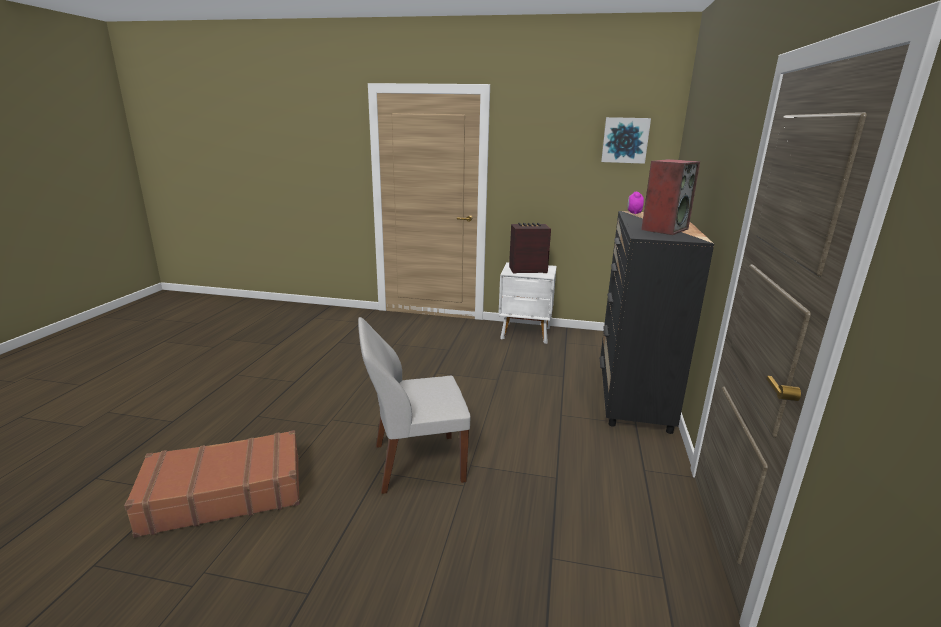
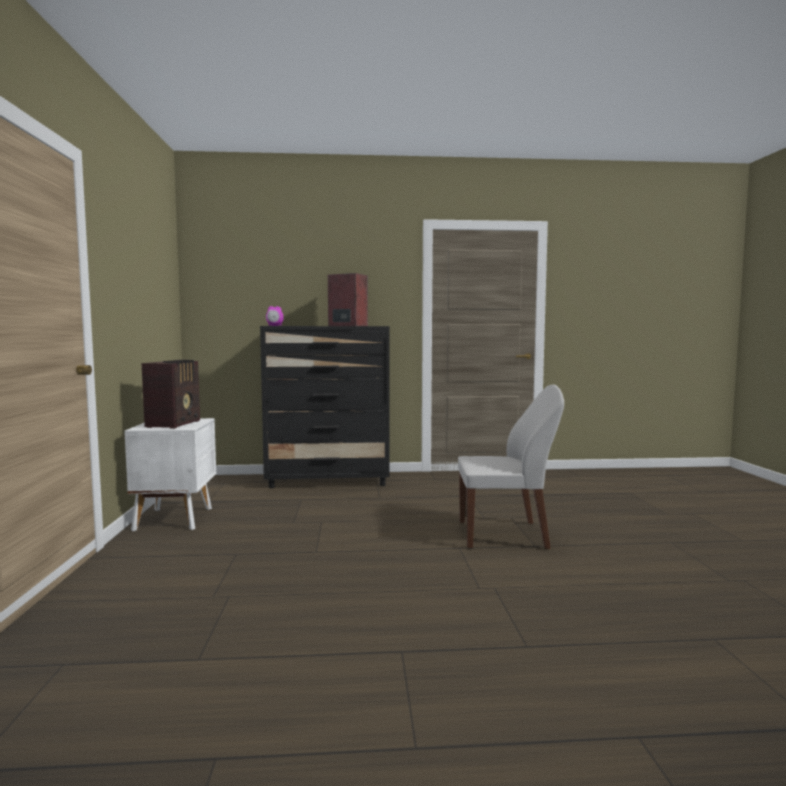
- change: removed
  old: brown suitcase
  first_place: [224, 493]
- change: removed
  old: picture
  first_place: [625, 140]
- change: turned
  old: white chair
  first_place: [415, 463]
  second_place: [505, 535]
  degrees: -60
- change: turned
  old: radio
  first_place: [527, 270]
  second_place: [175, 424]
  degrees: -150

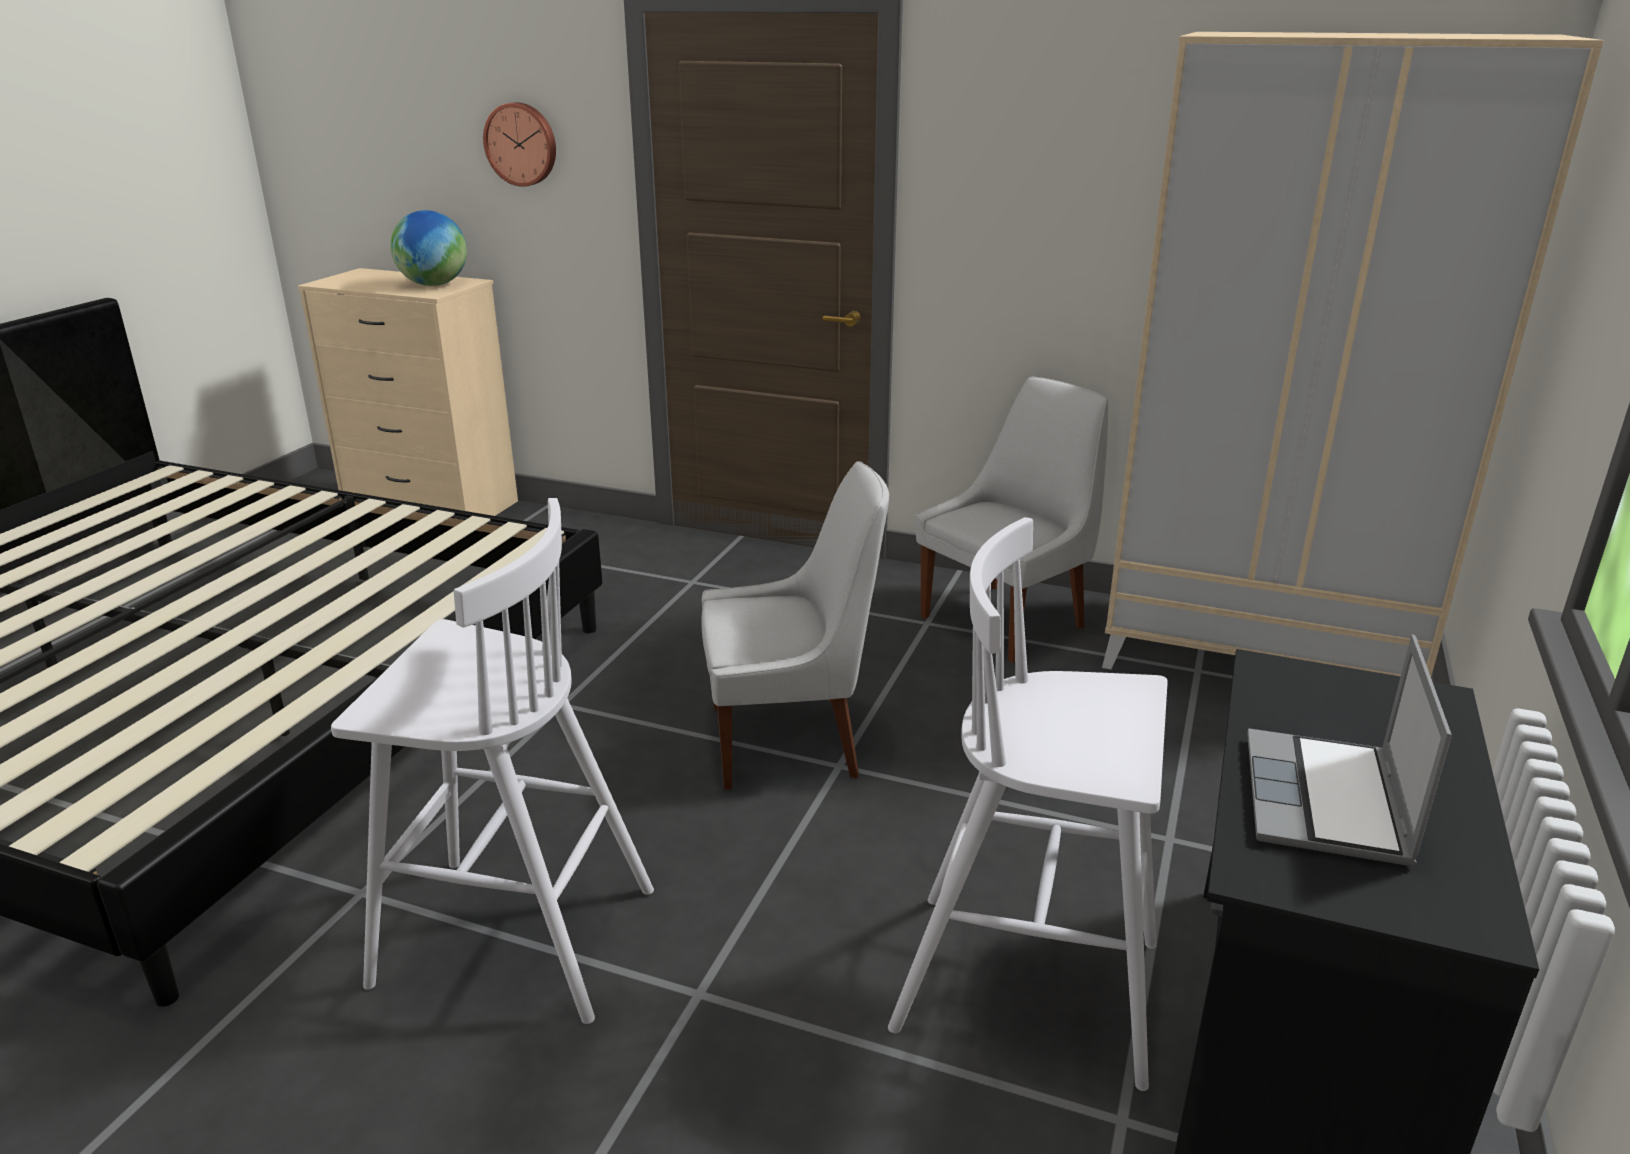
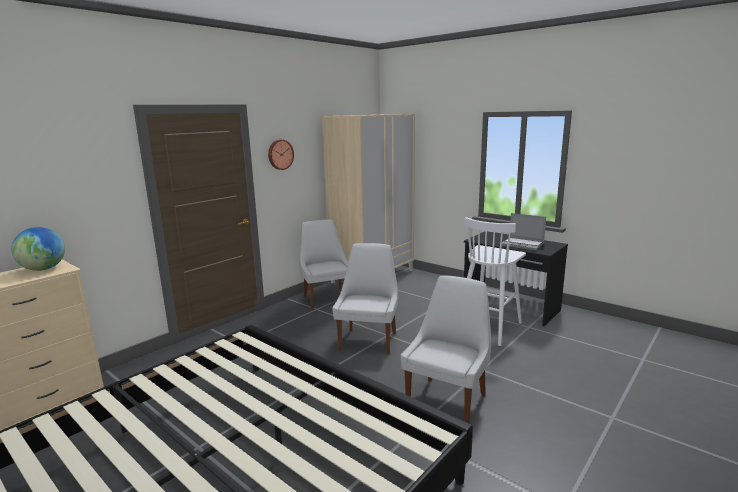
- change: moved
  old: wall clock
  first_place: [522, 144]
  second_place: [280, 154]
- change: replaced
  old: white stool
  new: white chair
  first_place: [510, 936]
  second_place: [448, 399]

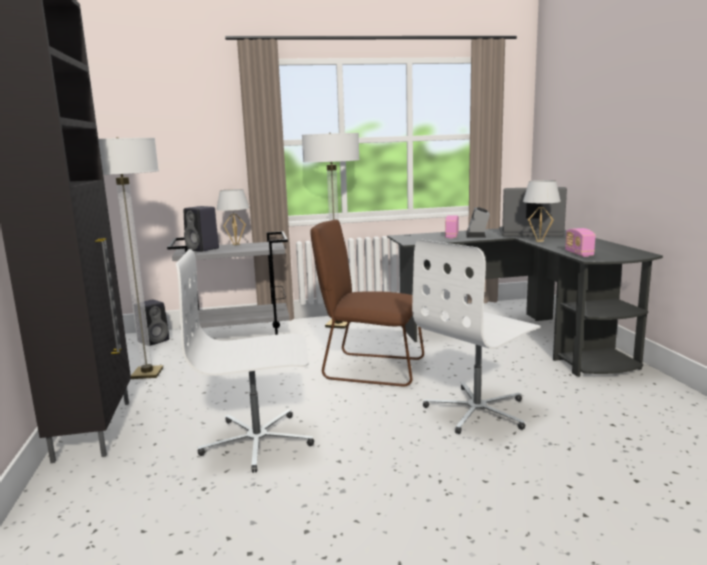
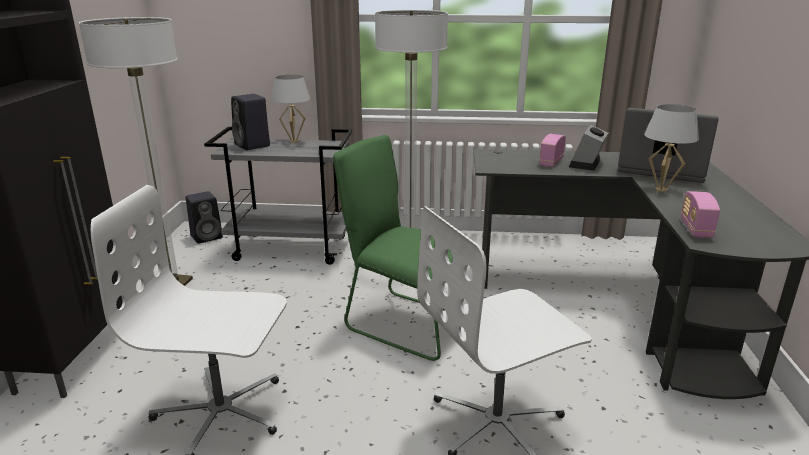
- change: recoloured
  old: brown chair
  new: green chair
  first_place: [369, 368]
  second_place: [406, 322]

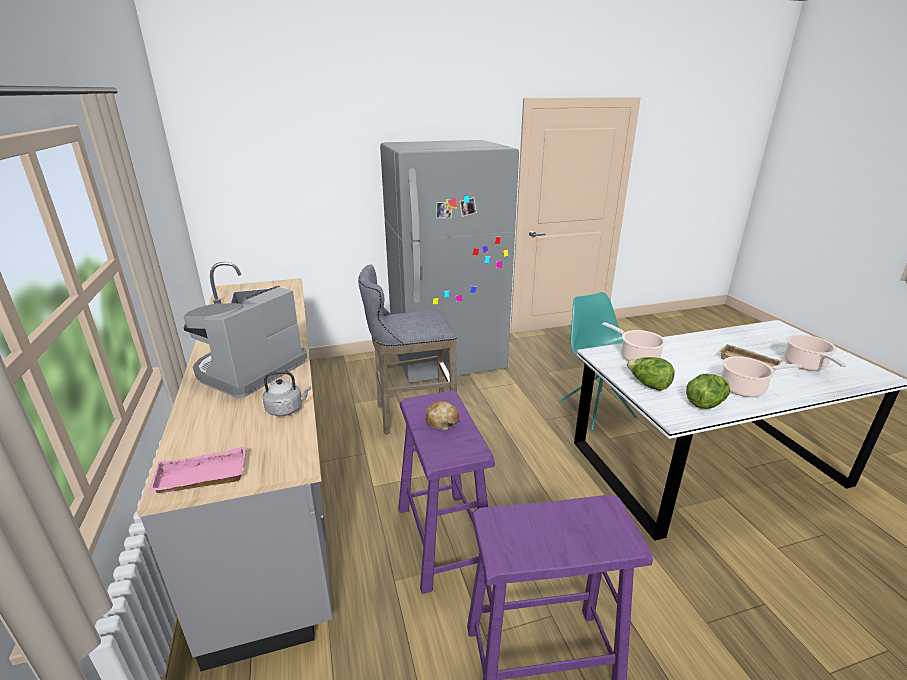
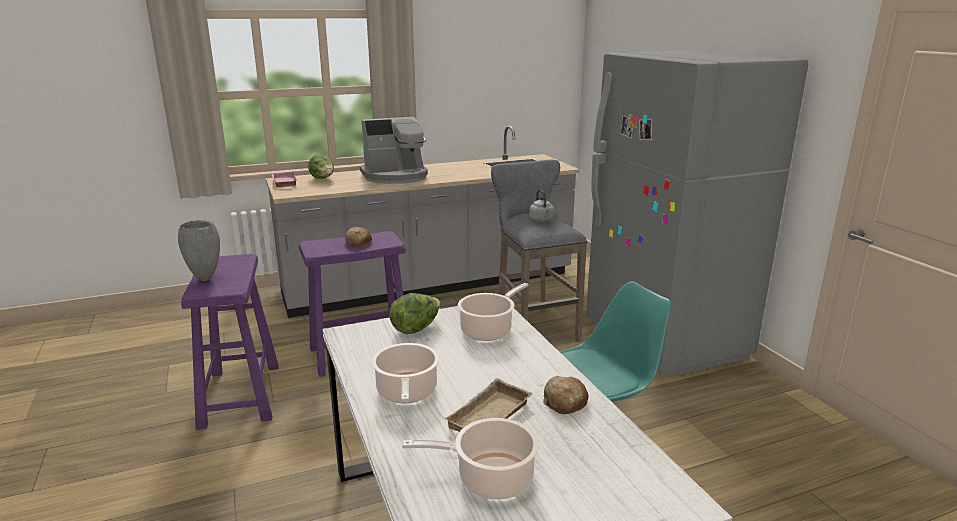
- change: added
  new: grey vase
  second_place: [206, 279]
- change: added
  new: bread
  second_place: [565, 402]
- change: moved
  old: grey kettle
  first_place: [287, 409]
  second_place: [542, 220]
- change: moved
  old: lettuce
  first_place: [705, 403]
  second_place: [323, 179]
- change: turned
  old: coffee machine
  first_place: [249, 370]
  second_place: [395, 176]
  degrees: 135

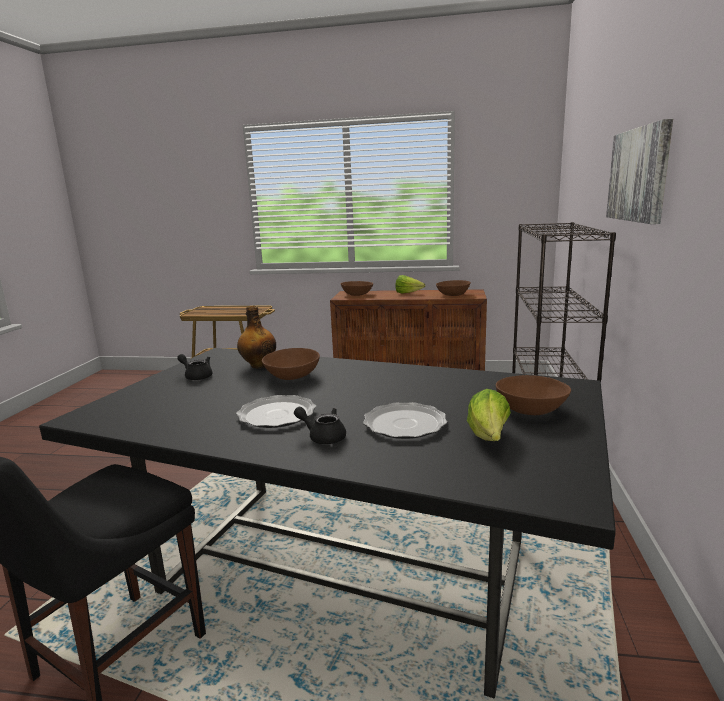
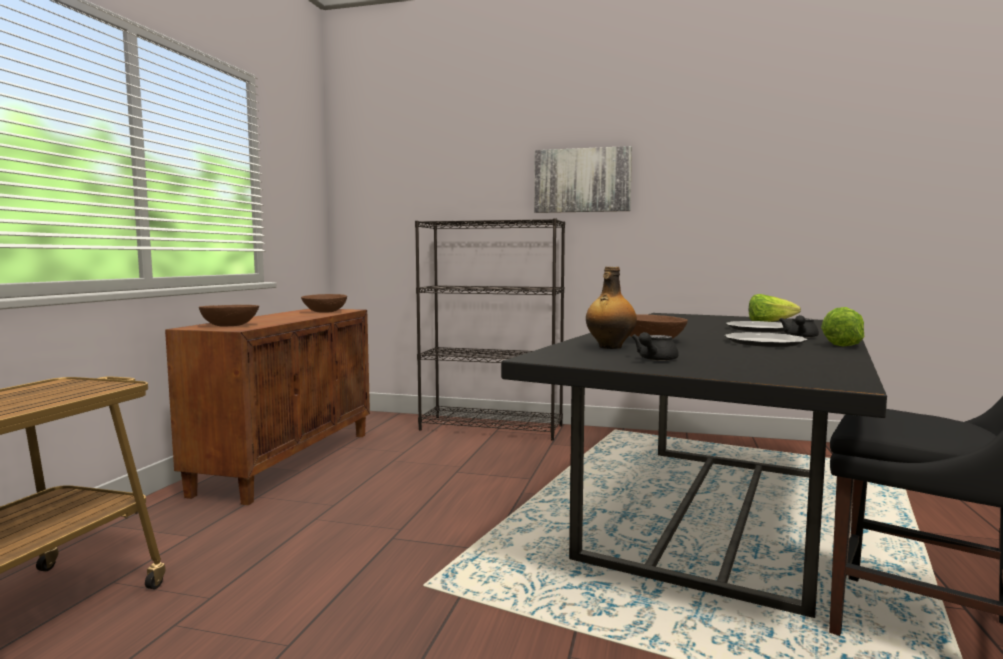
- change: removed
  old: brown bowl
  first_place: [531, 410]
- change: moved
  old: lettuce
  first_place: [408, 293]
  second_place: [843, 344]

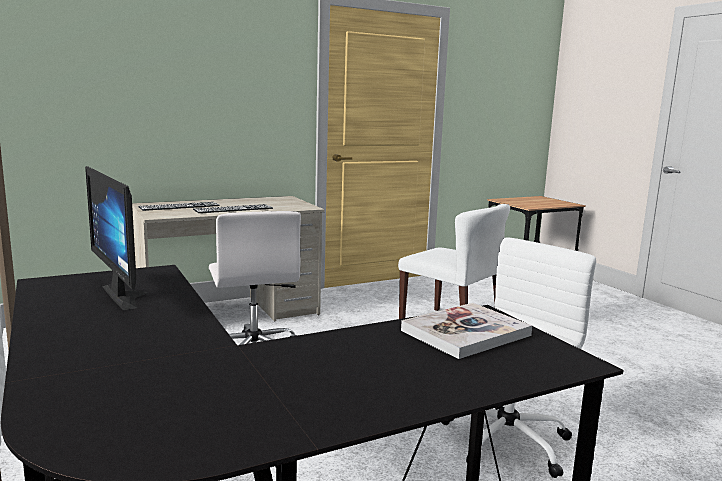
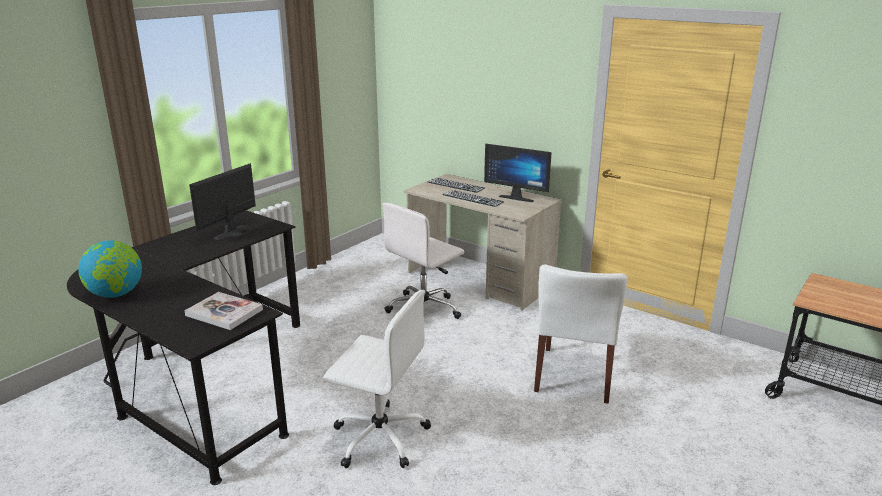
- change: added
  new: globe
  second_place: [116, 294]
- change: added
  new: monitor
  second_place: [517, 197]

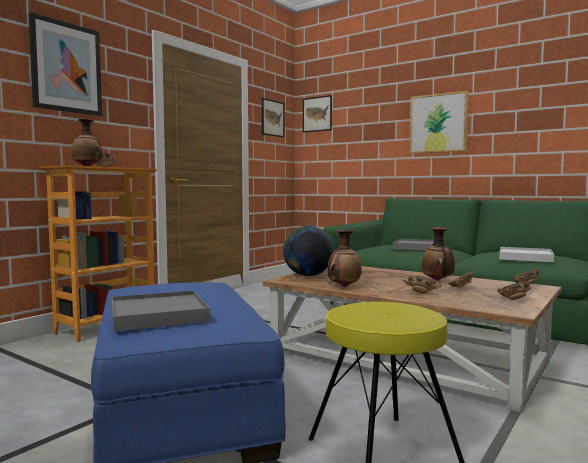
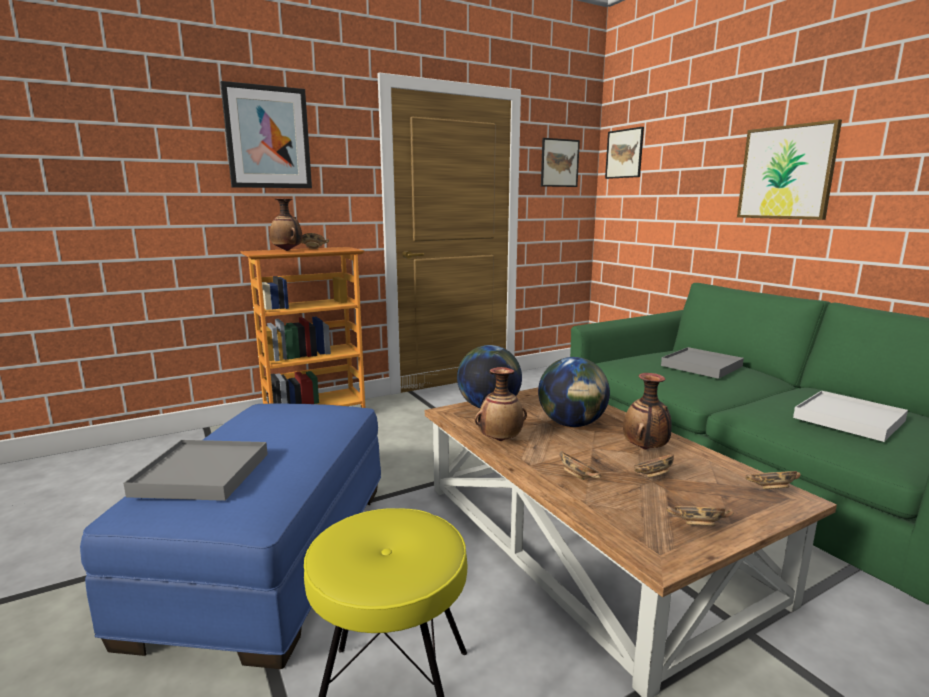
- change: added
  new: globe
  second_place: [572, 424]

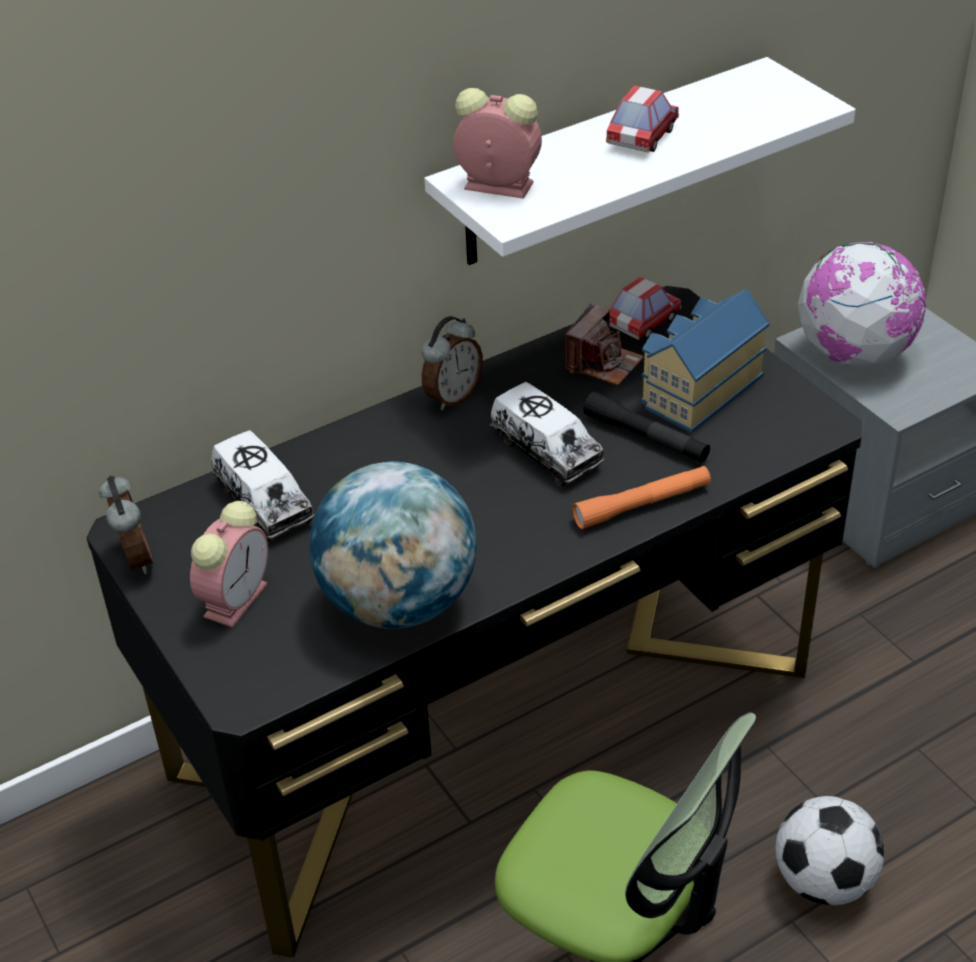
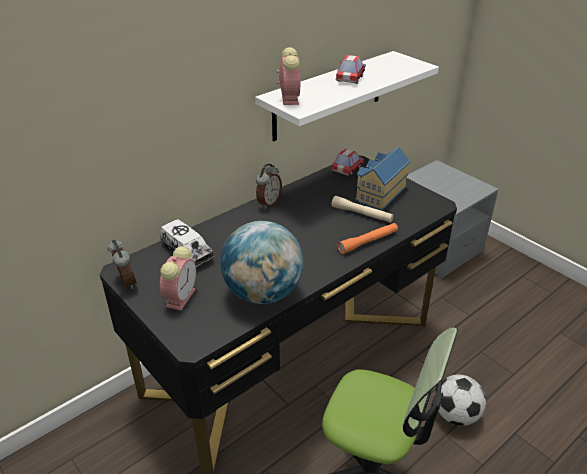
- change: removed
  old: toy truck
  first_place: [546, 450]
- change: removed
  old: photo camera
  first_place: [603, 363]
- change: removed
  old: globe
  first_place: [855, 354]
- change: recoloured
  old: black flashlight
  new: beige flashlight
  first_place: [646, 437]
  second_place: [361, 214]
- change: turned
  old: alarm clock
  first_place: [495, 185]
  second_place: [289, 98]
  degrees: 75

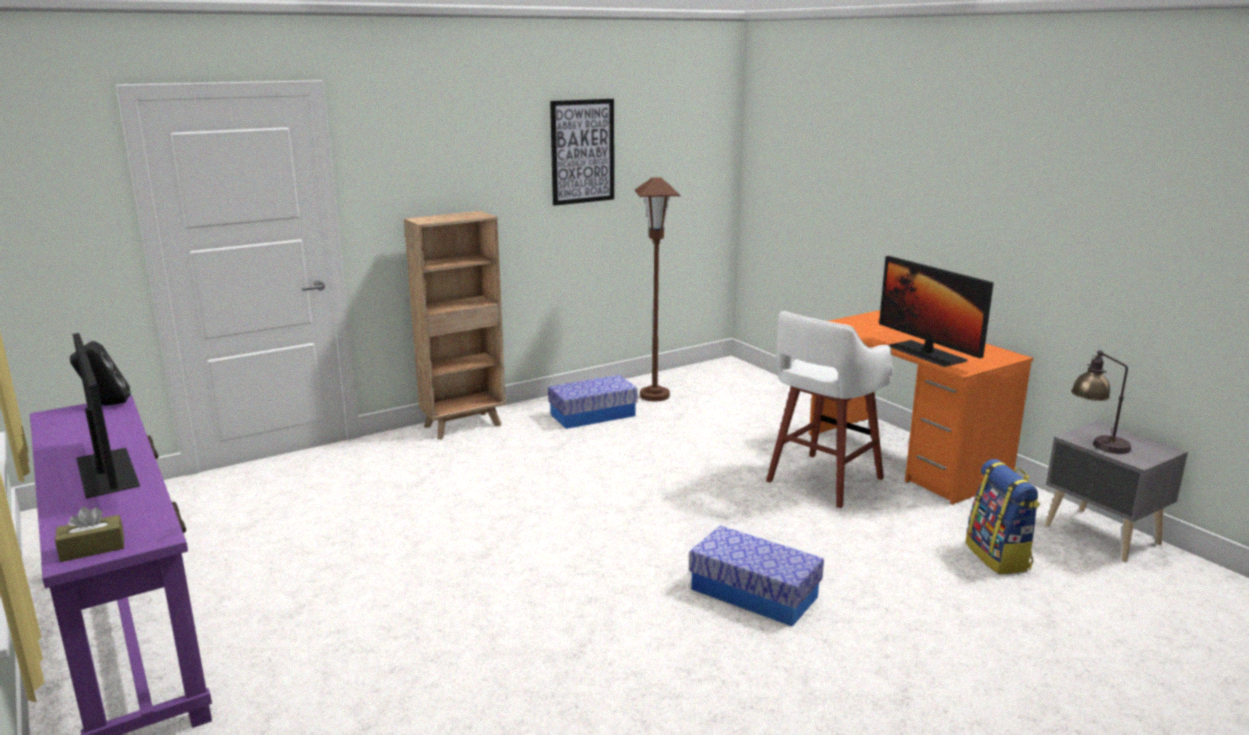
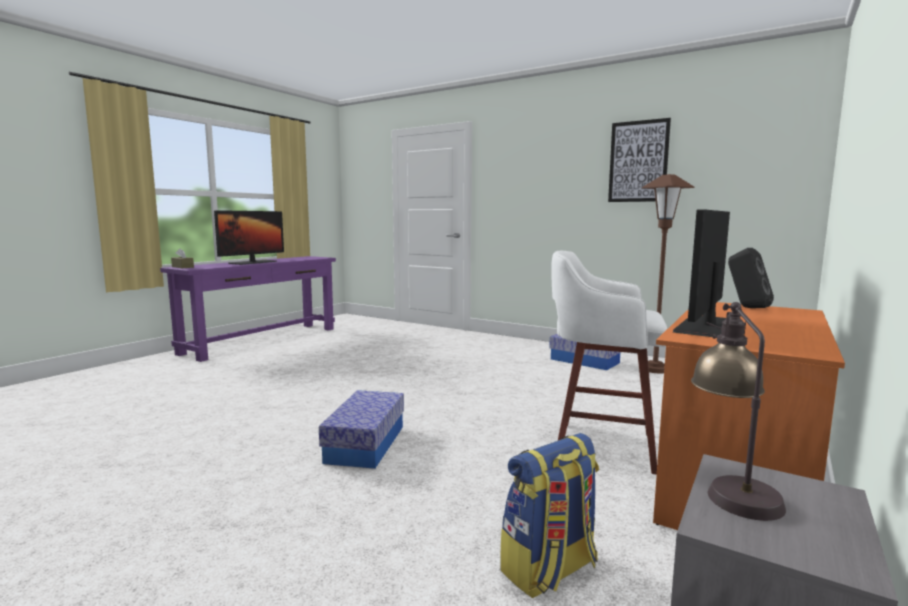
- change: removed
  old: brown bookcase
  first_place: [464, 425]
- change: moved
  old: black speaker
  first_place: [106, 405]
  second_place: [747, 307]

